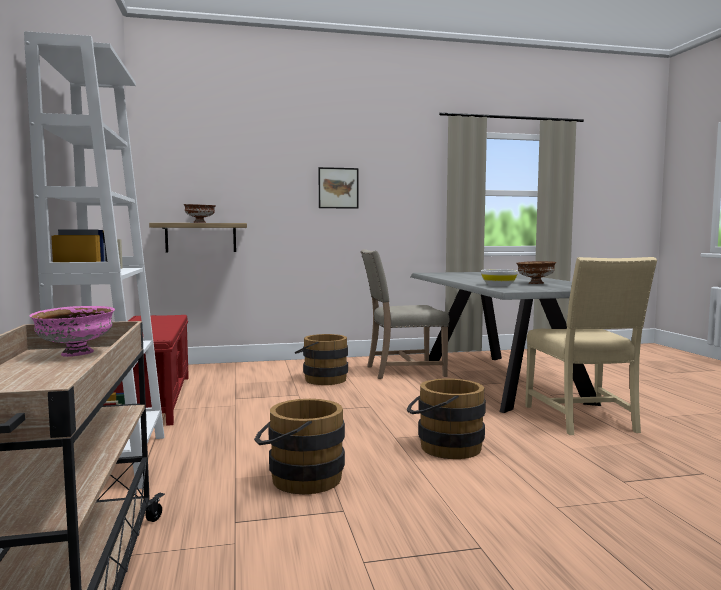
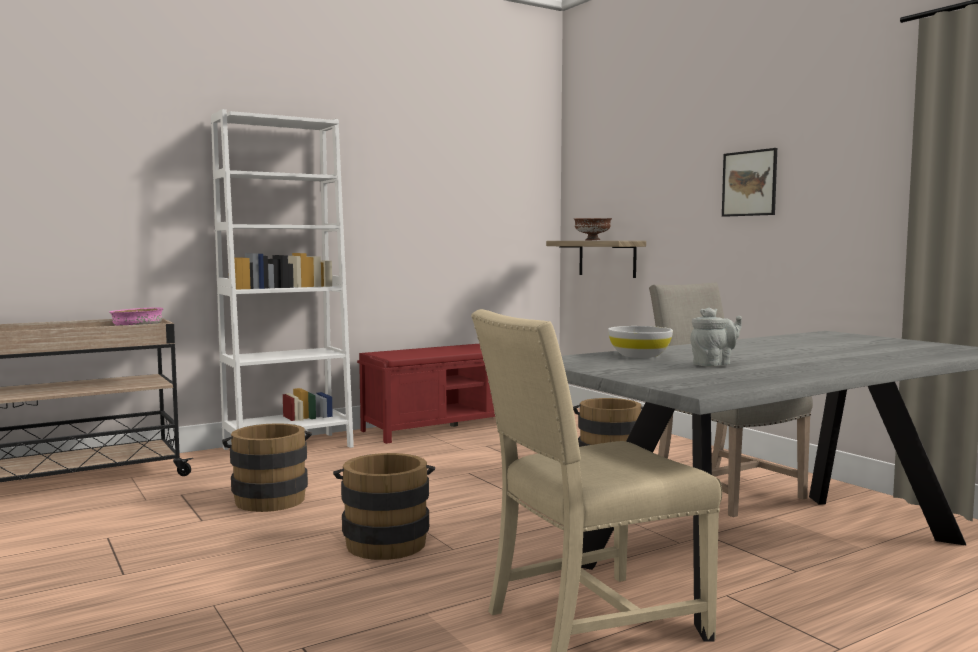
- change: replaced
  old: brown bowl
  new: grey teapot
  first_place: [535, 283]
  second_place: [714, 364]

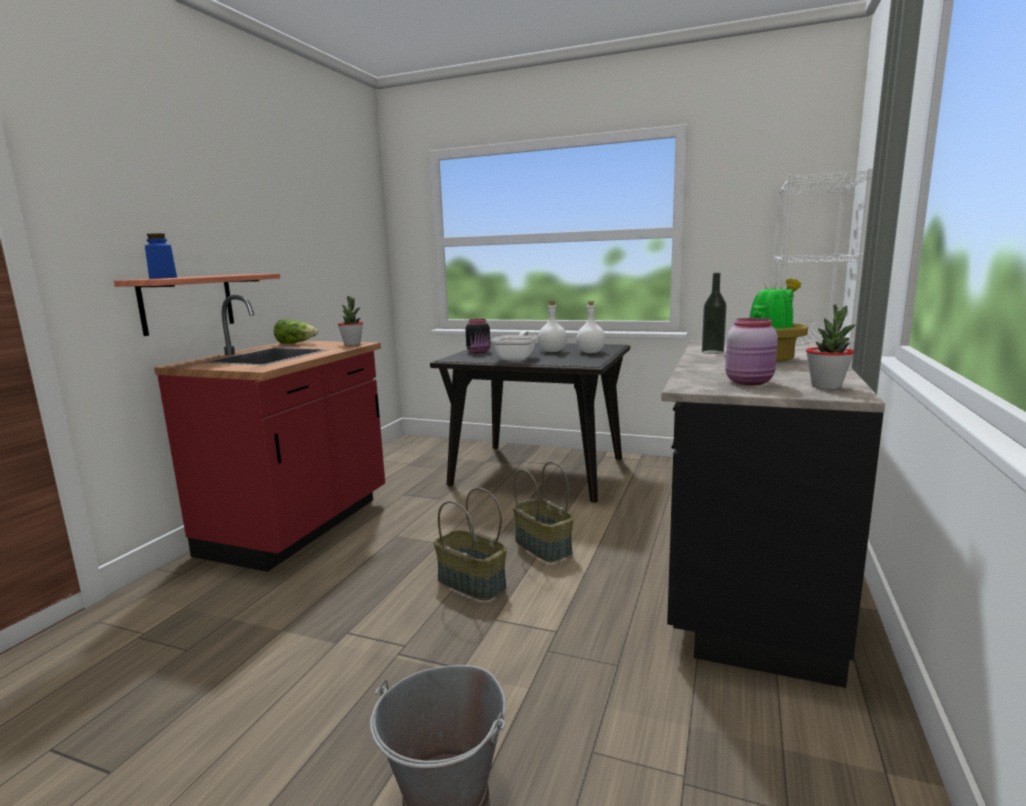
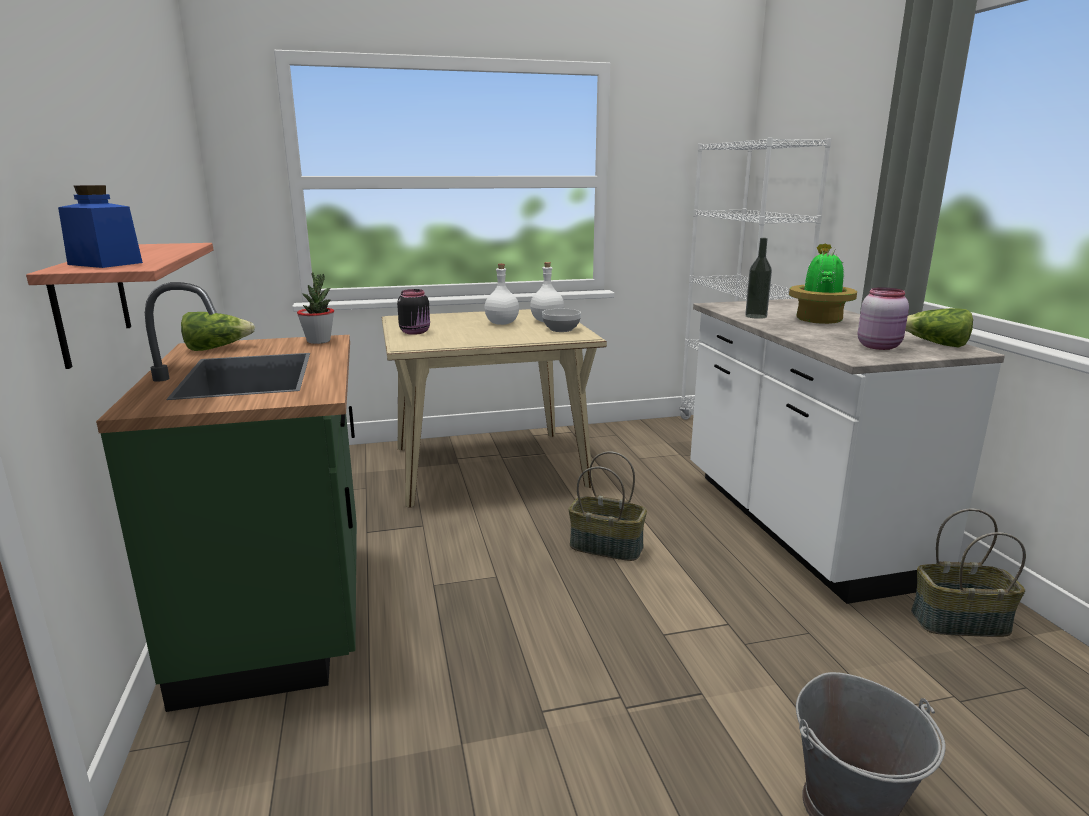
- change: removed
  old: frying pan
  first_place: [517, 357]
- change: added
  new: bowl
  second_place: [561, 329]
- change: moved
  old: basket
  first_place: [470, 583]
  second_place: [959, 623]
- change: replaced
  old: potted plant
  new: lettuce
  first_place: [826, 386]
  second_place: [935, 344]
- change: recoloured
  old: red counter
  new: green counter
  first_place: [300, 527]
  second_place: [284, 614]
- change: recoloured
  old: black dining table
  new: beige dining table
  first_place: [539, 471]
  second_place: [490, 466]
- change: recoloured
  old: black counter
  new: white counter
  first_place: [745, 580]
  second_place: [797, 525]

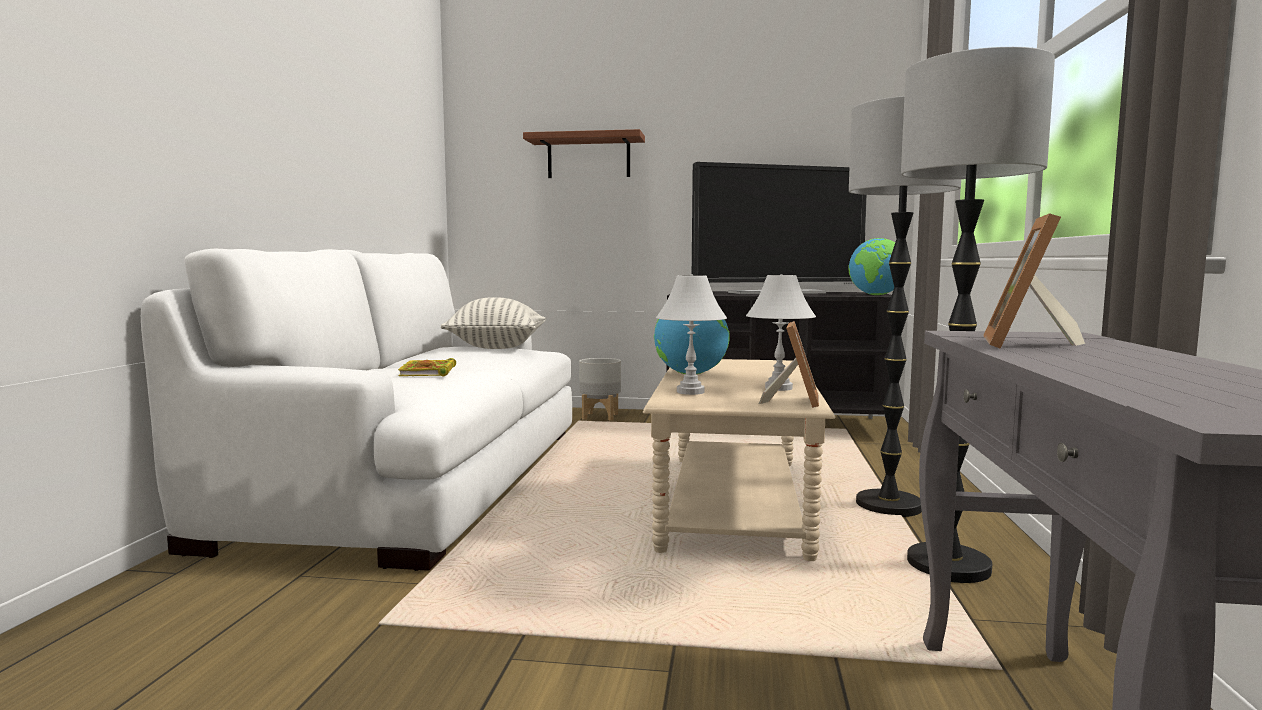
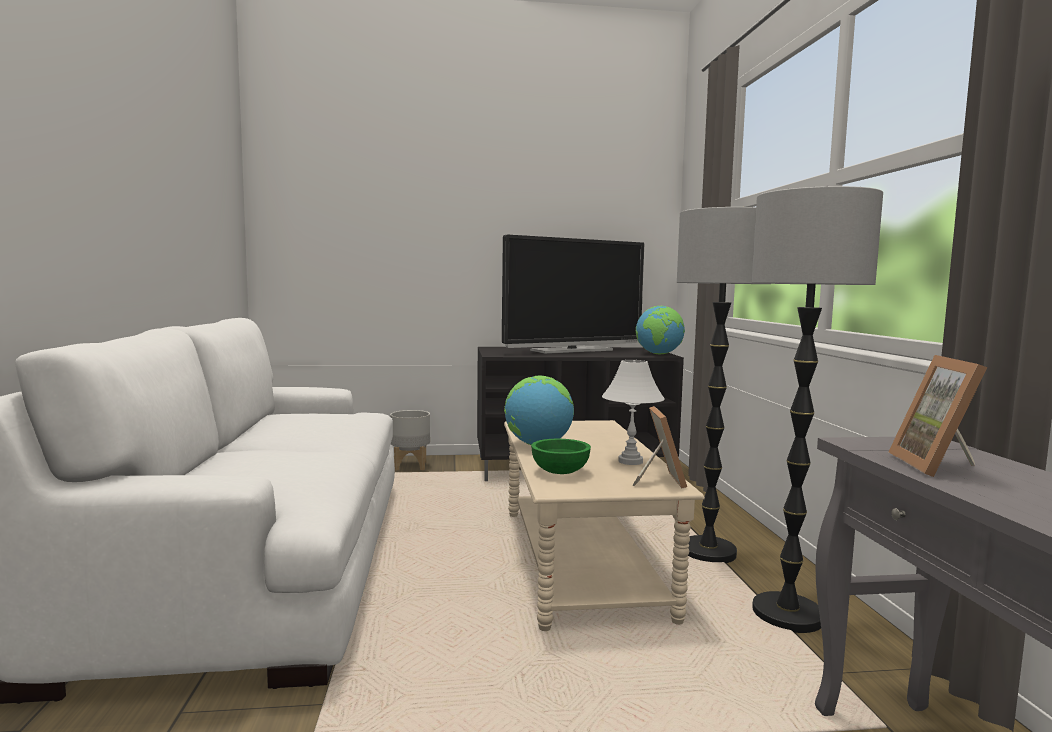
- change: removed
  old: book
  first_place: [428, 372]
- change: removed
  old: pillow
  first_place: [496, 347]
- change: removed
  old: shelf
  first_place: [588, 157]
- change: replaced
  old: white table lamp
  new: green bowl
  first_place: [691, 392]
  second_place: [559, 472]

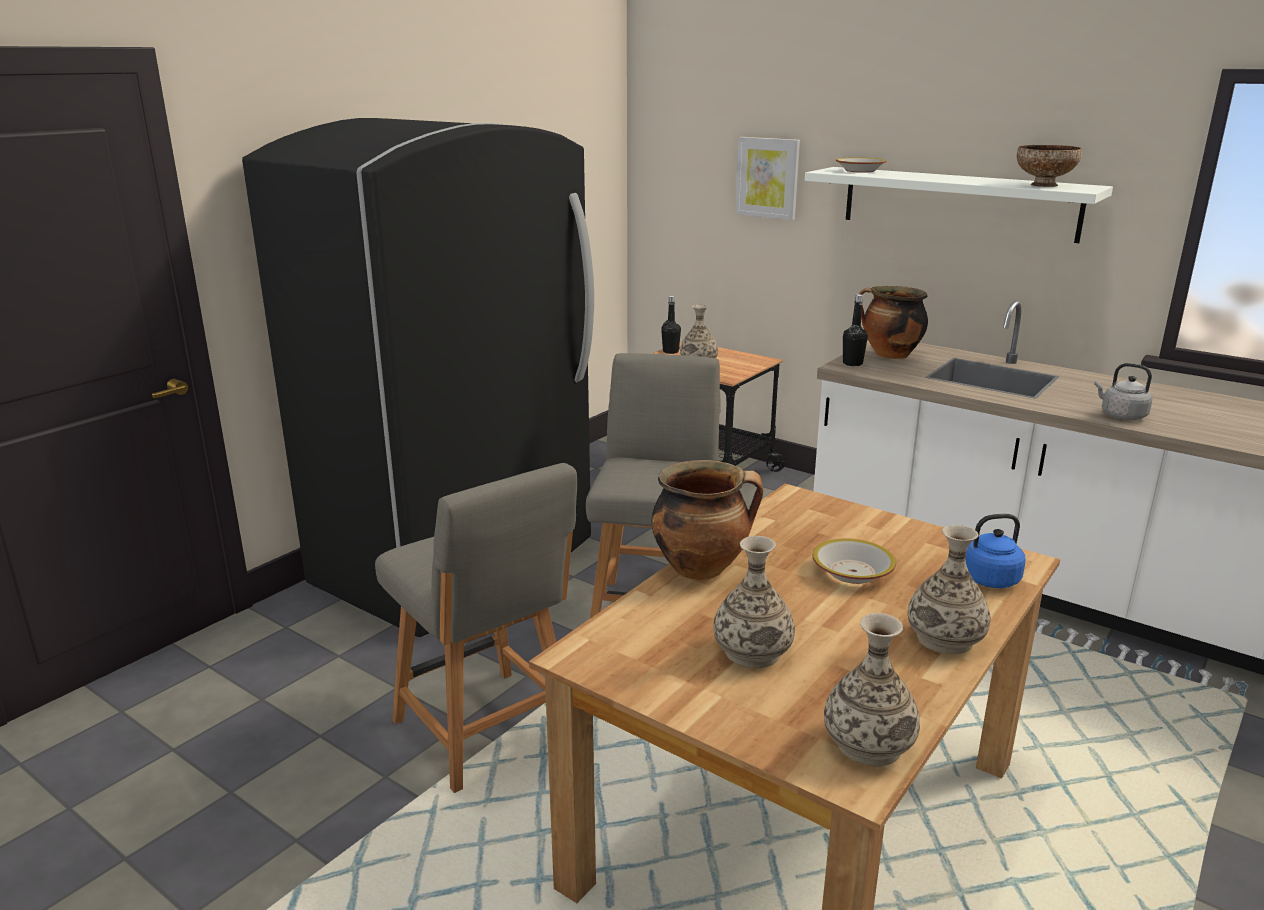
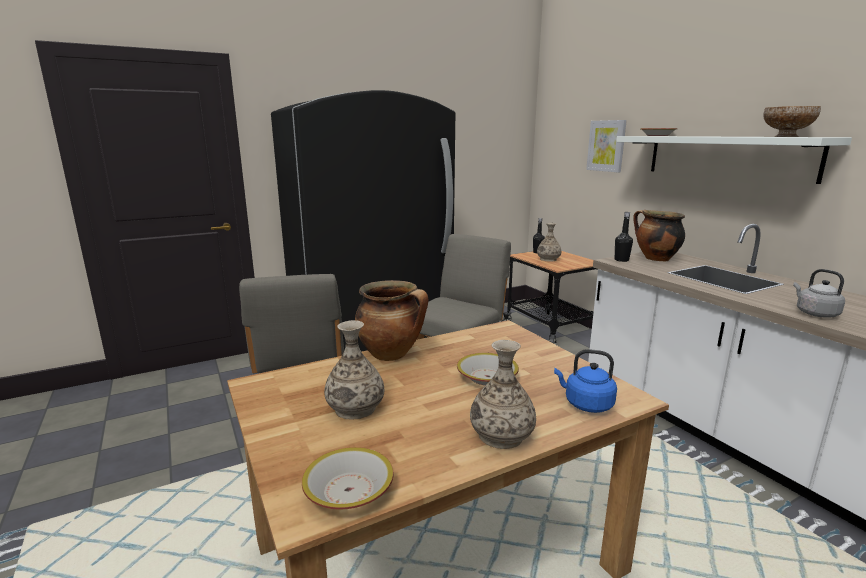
- change: replaced
  old: vase
  new: bowl
  first_place: [868, 744]
  second_place: [348, 491]

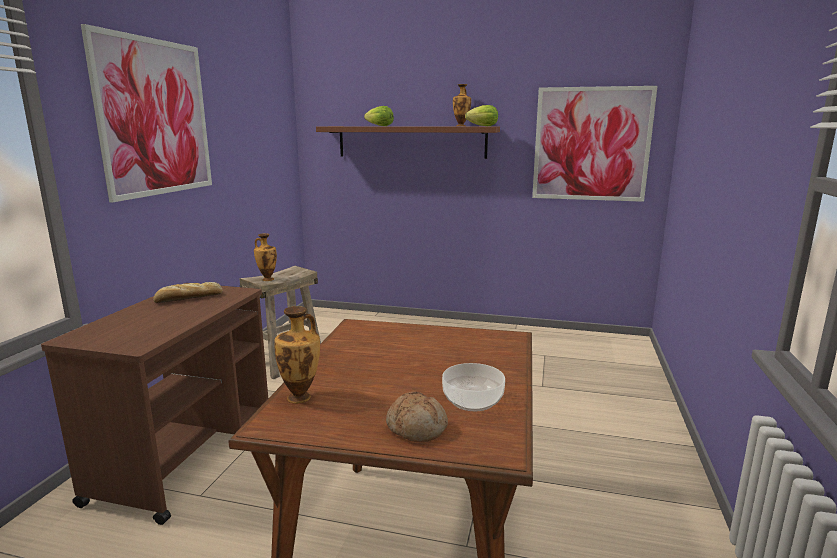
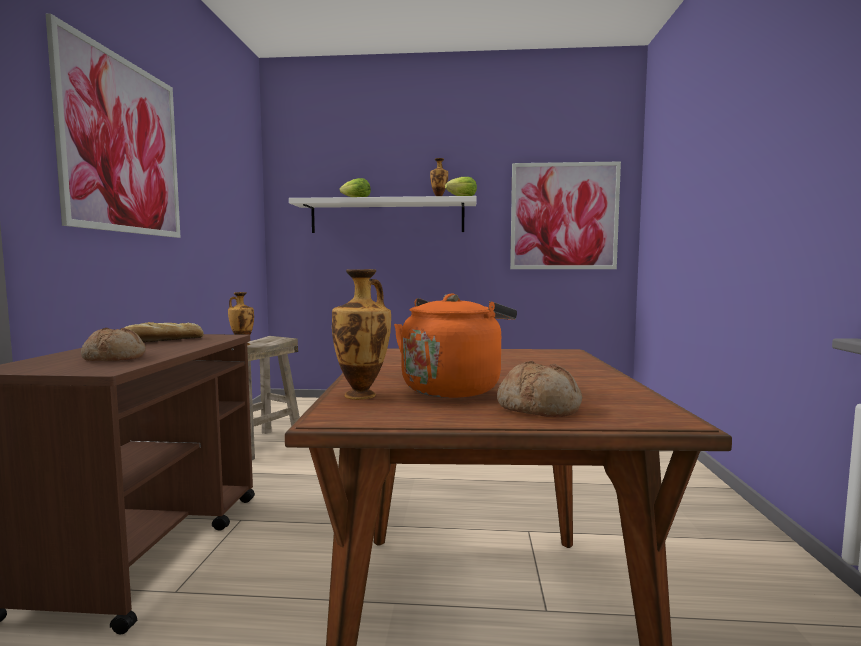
- change: removed
  old: bowl
  first_place: [473, 400]
- change: added
  new: bread
  second_place: [115, 358]
- change: added
  new: orange kettle
  second_place: [453, 388]
- change: recoloured
  old: brown shelf
  new: white shelf
  first_place: [411, 142]
  second_place: [387, 217]

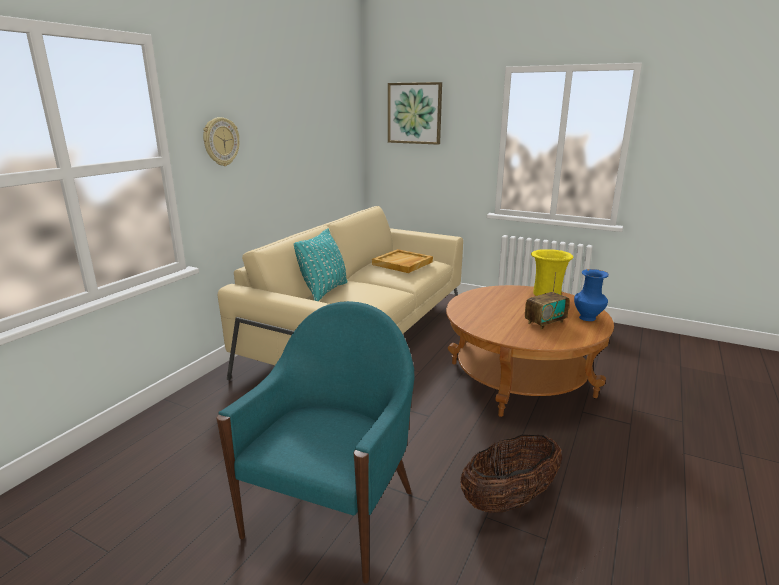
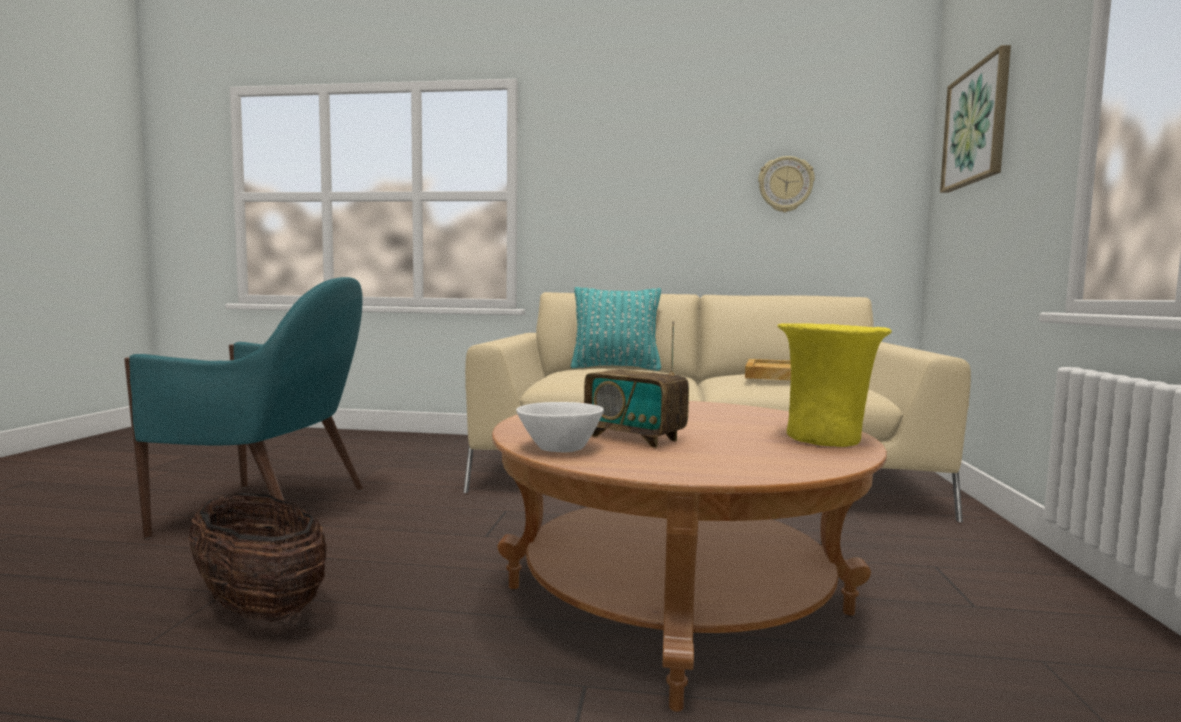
- change: removed
  old: blue vase
  first_place: [588, 318]
- change: added
  new: white bowl
  second_place: [561, 448]
- change: moved
  old: wall clock
  first_place: [220, 141]
  second_place: [785, 184]

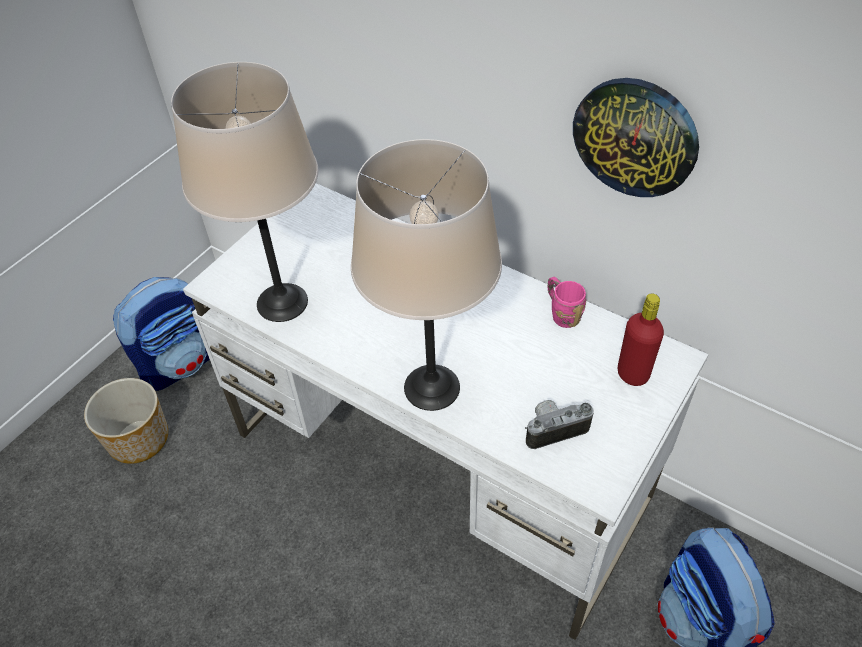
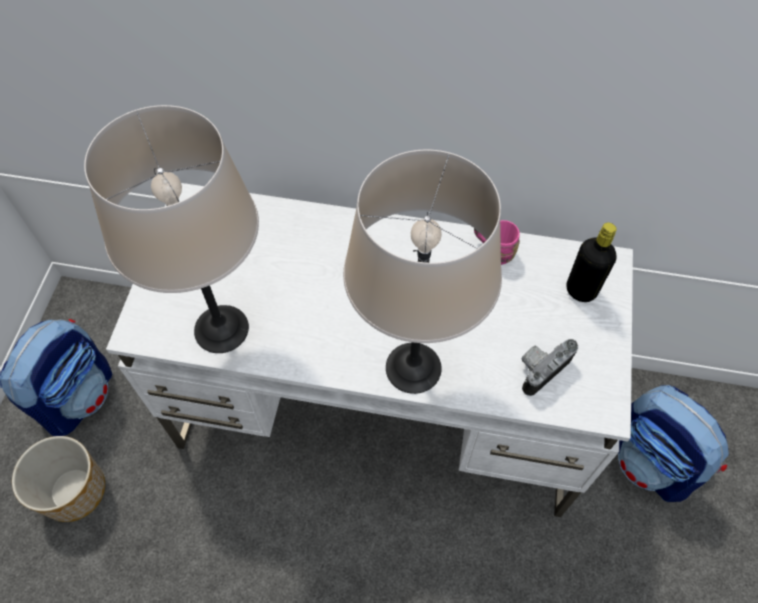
- change: removed
  old: wall clock
  first_place: [635, 137]
- change: recoloured
  old: red bottle
  new: black bottle
  first_place: [633, 374]
  second_place: [581, 290]

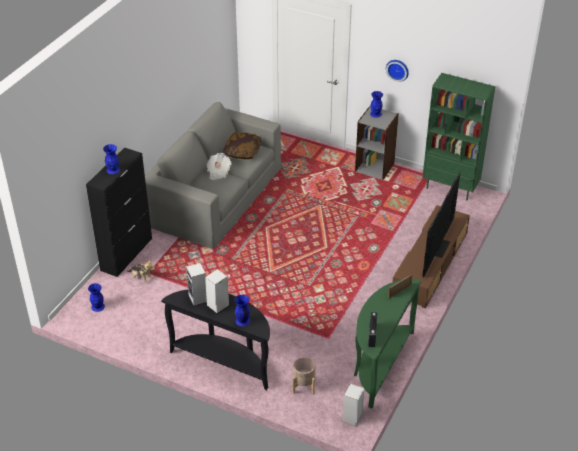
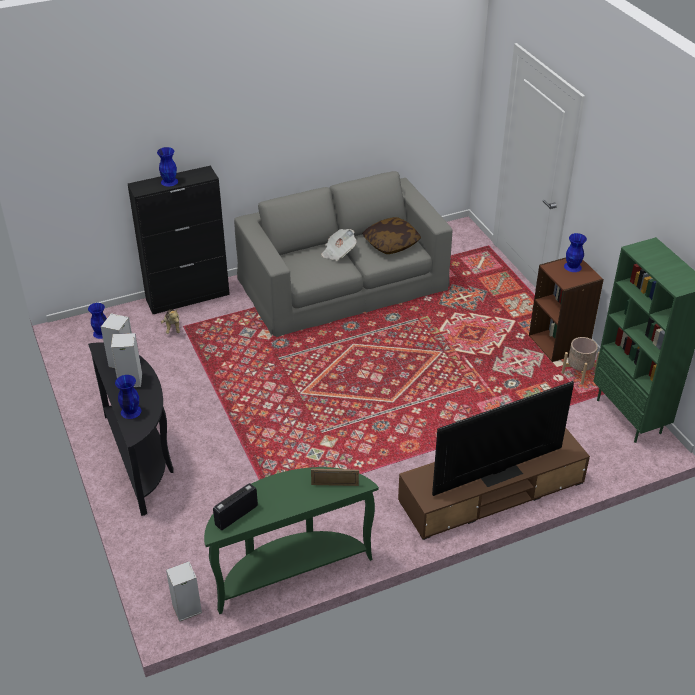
- change: removed
  old: wall clock
  first_place: [398, 69]
- change: moved
  old: beige planter
  first_place: [304, 386]
  second_place: [579, 373]
- change: recoloured
  old: grey bookcase
  new: brown bookcase
  first_place: [375, 167]
  second_place: [559, 343]

